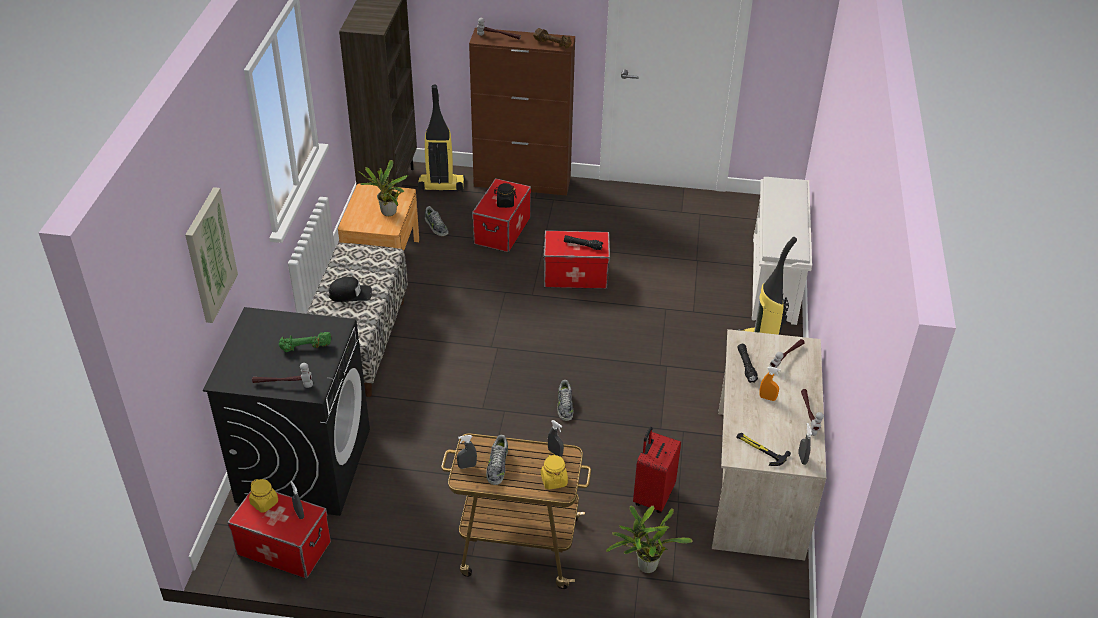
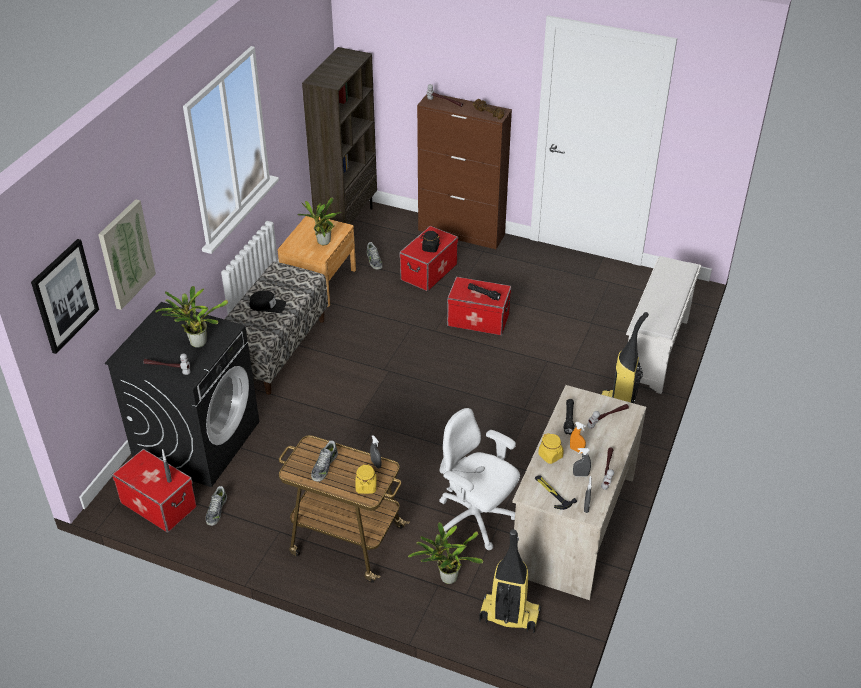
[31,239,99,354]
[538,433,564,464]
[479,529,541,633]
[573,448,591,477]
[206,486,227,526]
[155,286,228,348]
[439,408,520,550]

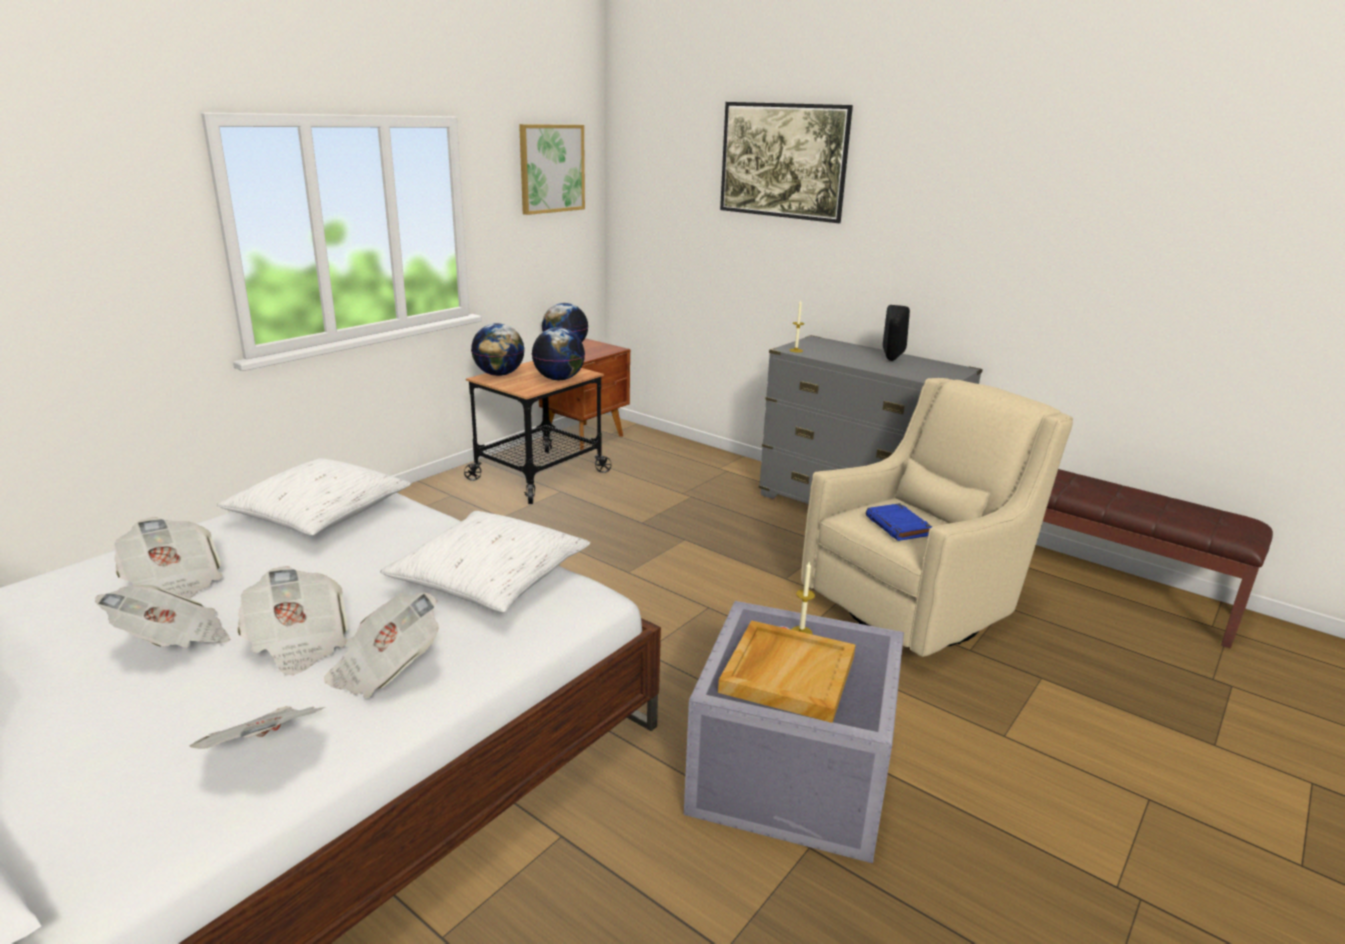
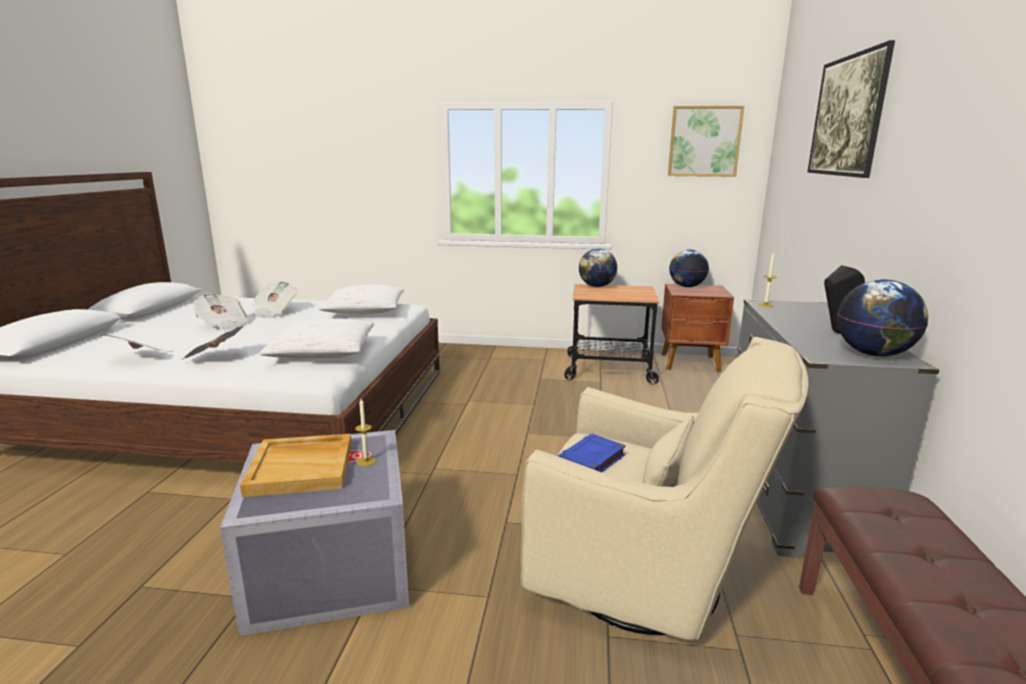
[237,566,348,675] (first image)
[837,279,928,357]

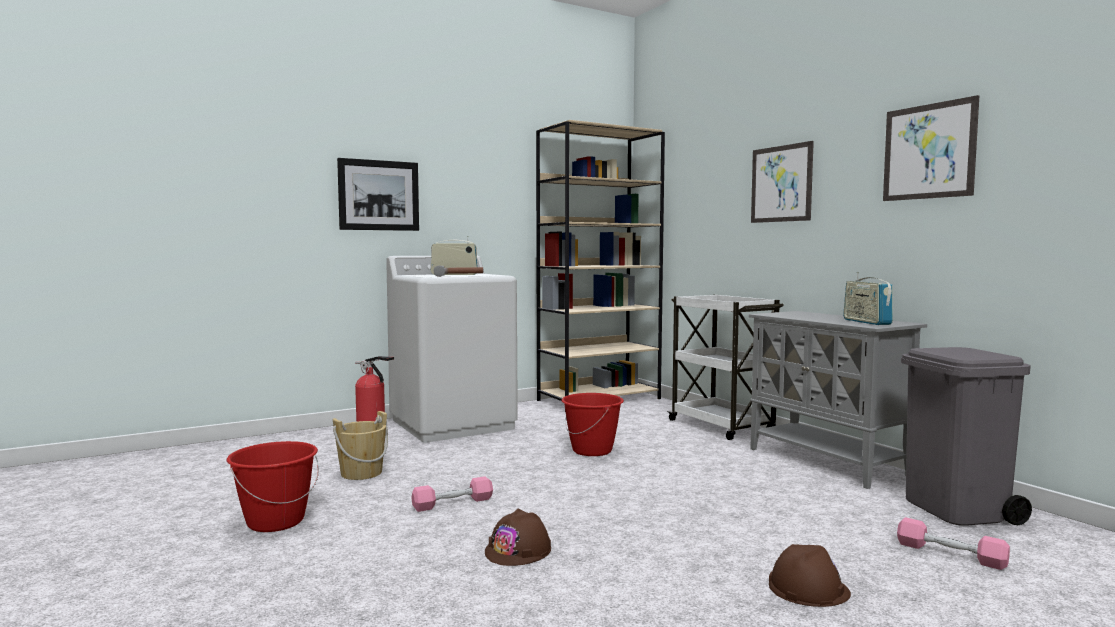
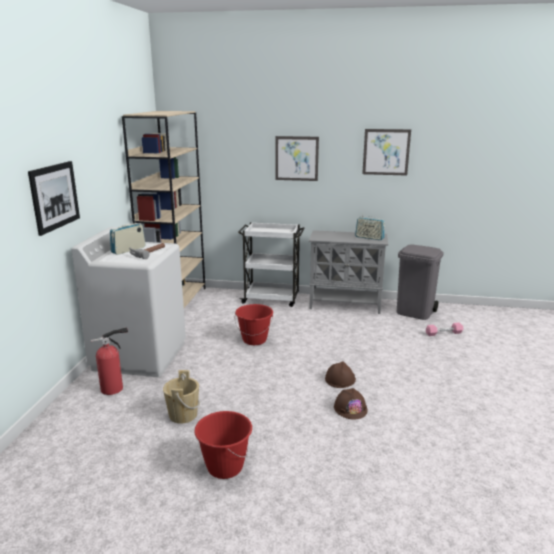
[411,476,493,512] (first image)
[325,362,356,388]

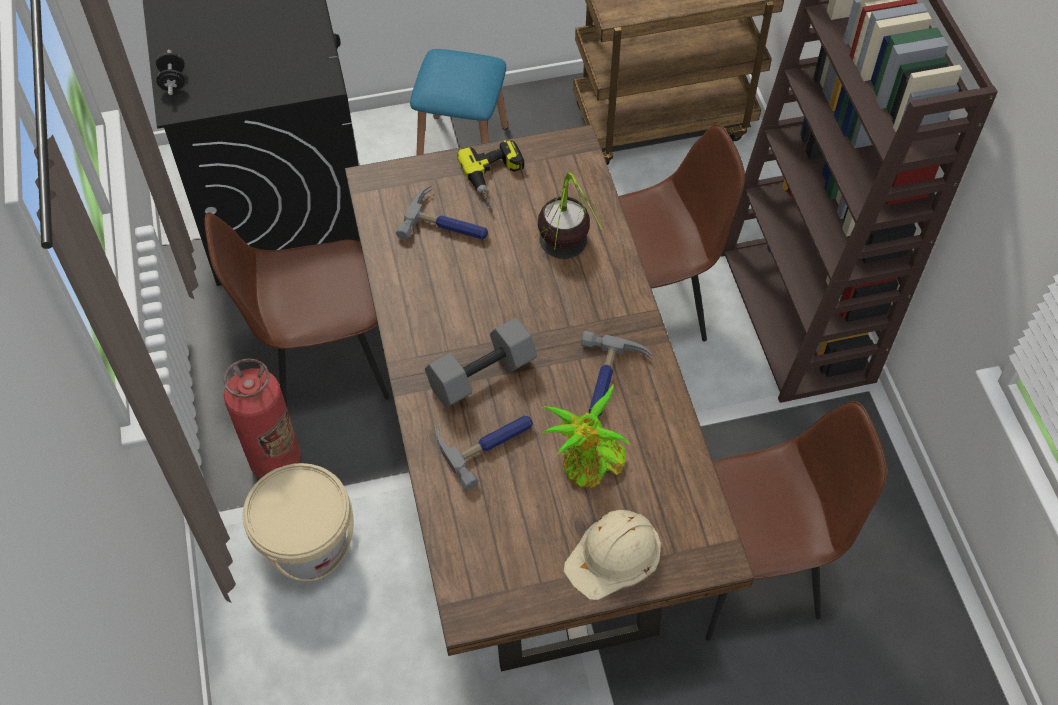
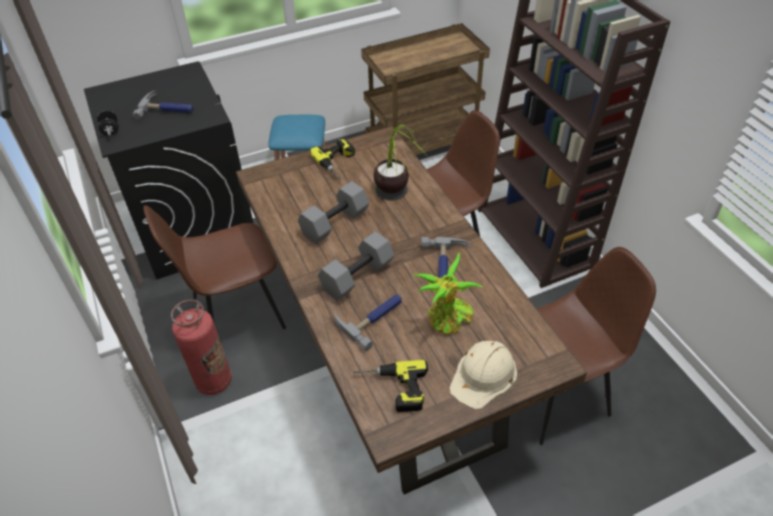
[243,463,353,581] (first image)
[298,181,369,244]
[353,360,428,412]
[133,90,193,120]

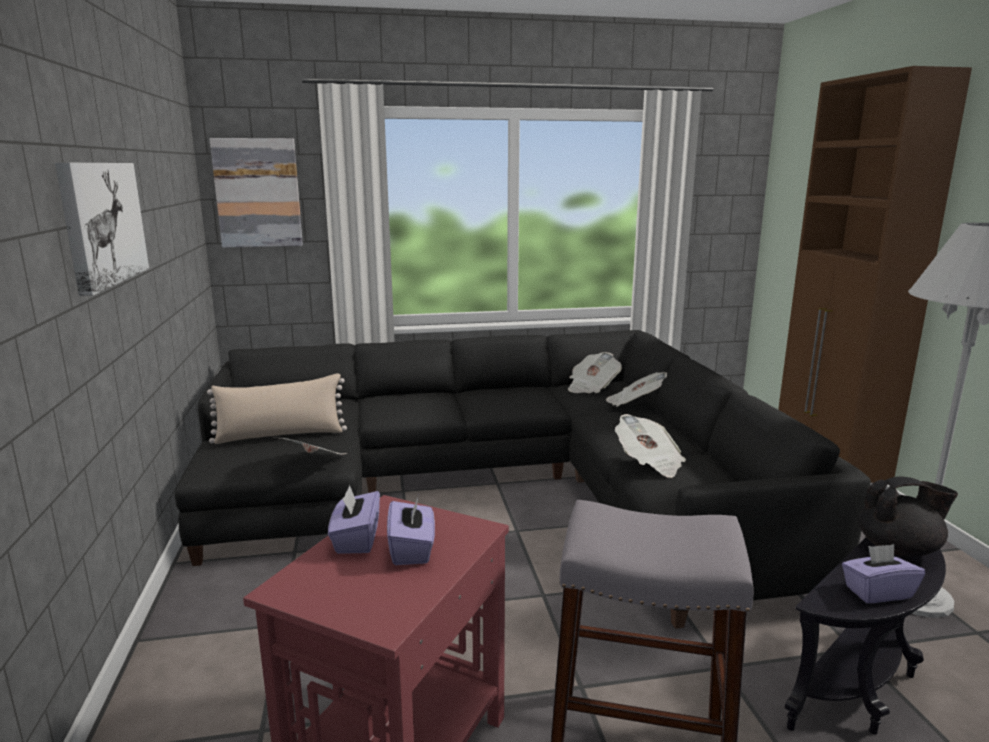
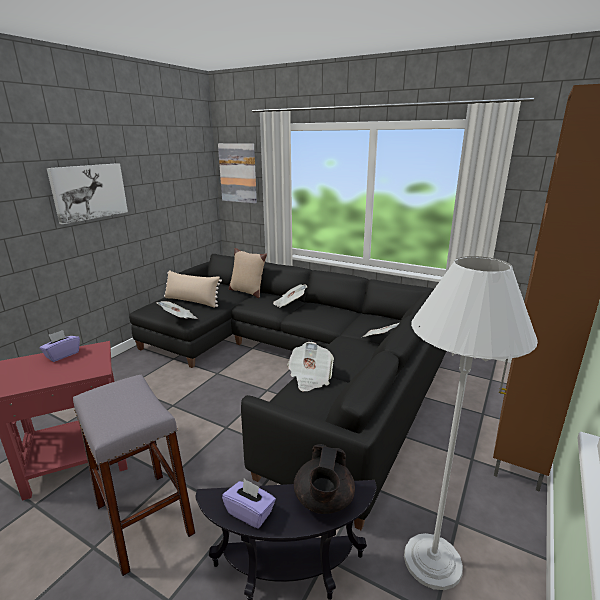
[387,495,435,565] (first image)
[229,248,267,298]
[273,284,307,308]
[294,444,355,514]

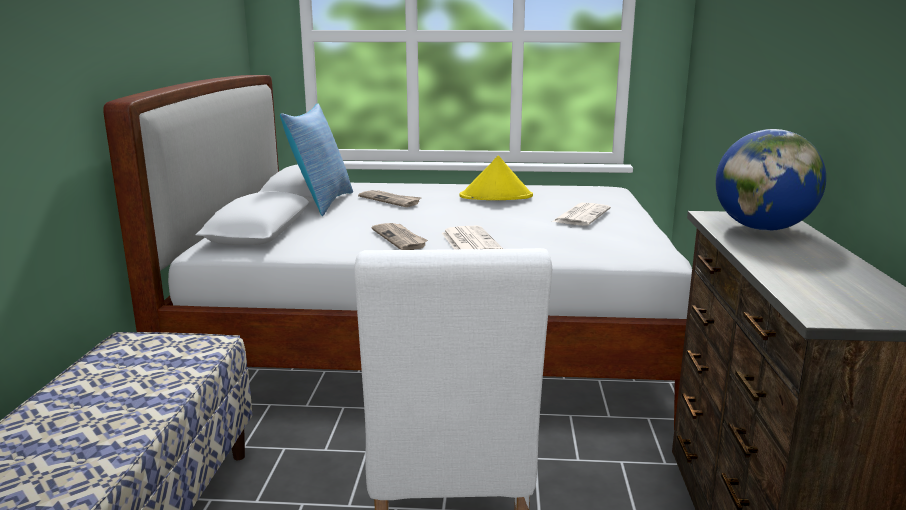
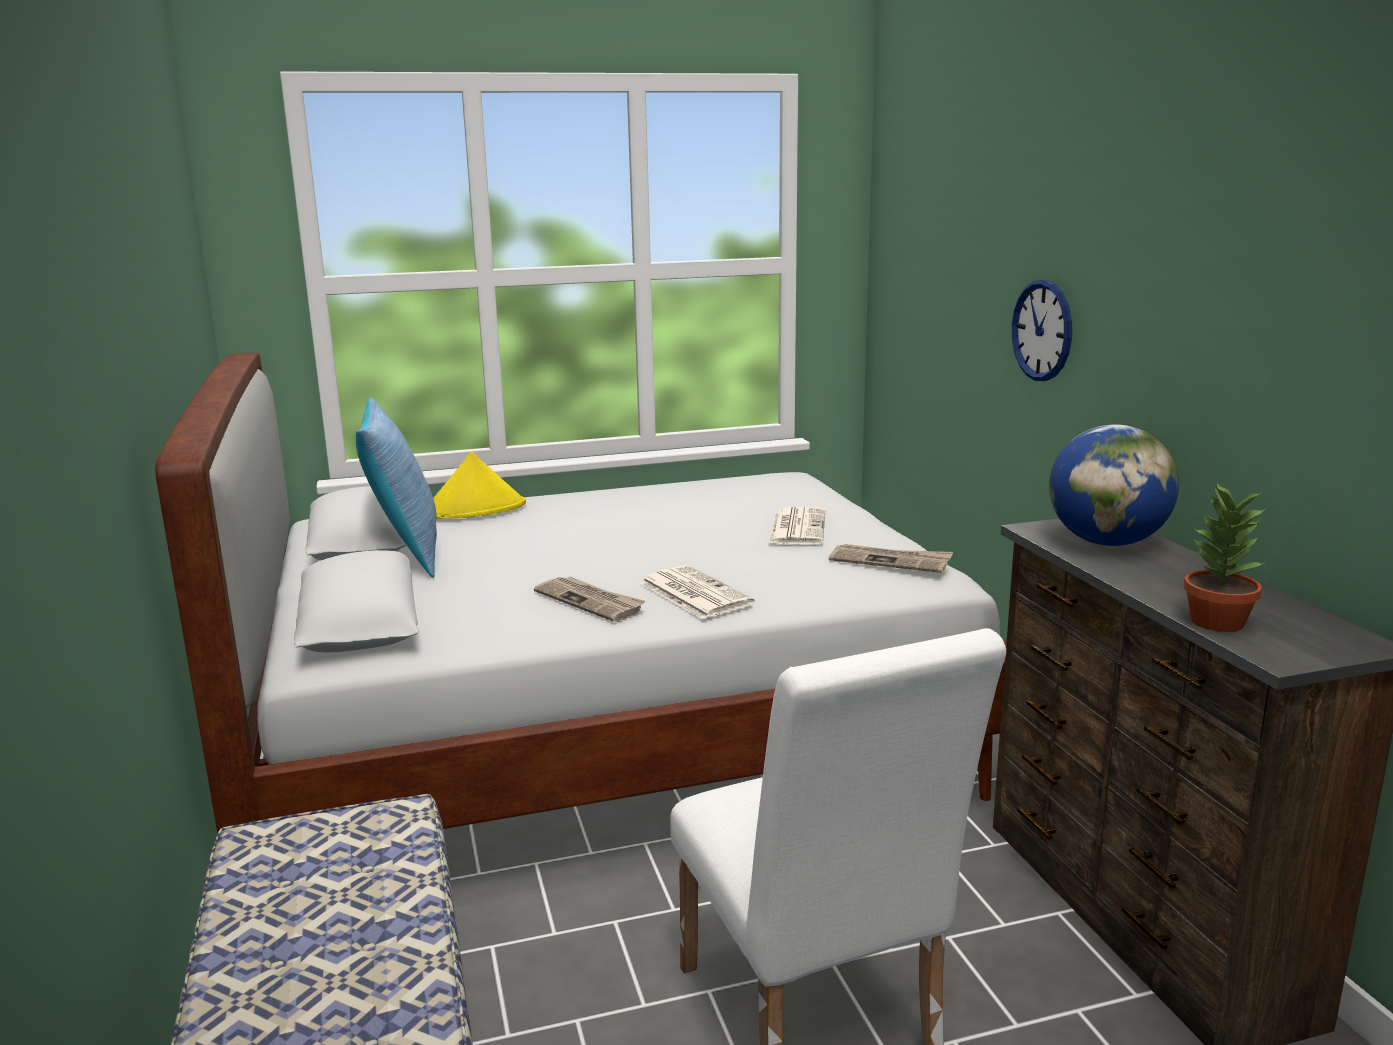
[1012,280,1072,381]
[1184,483,1265,632]
[829,544,953,573]
[433,452,526,519]

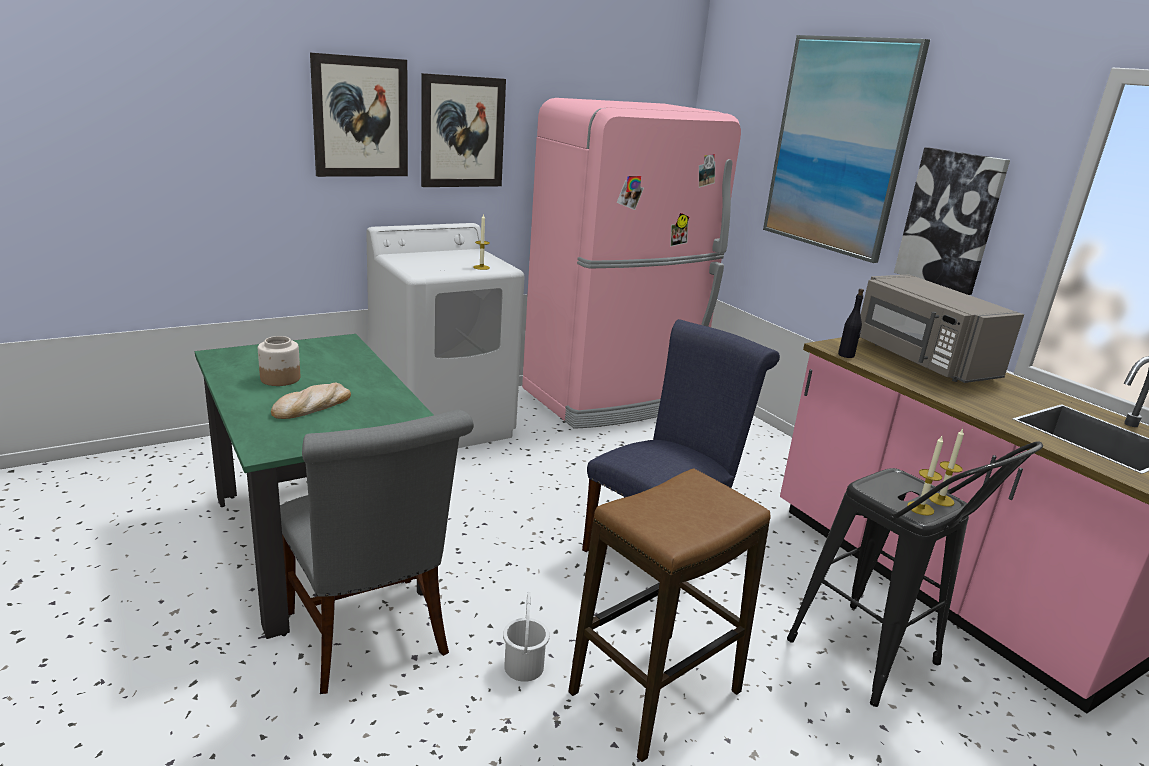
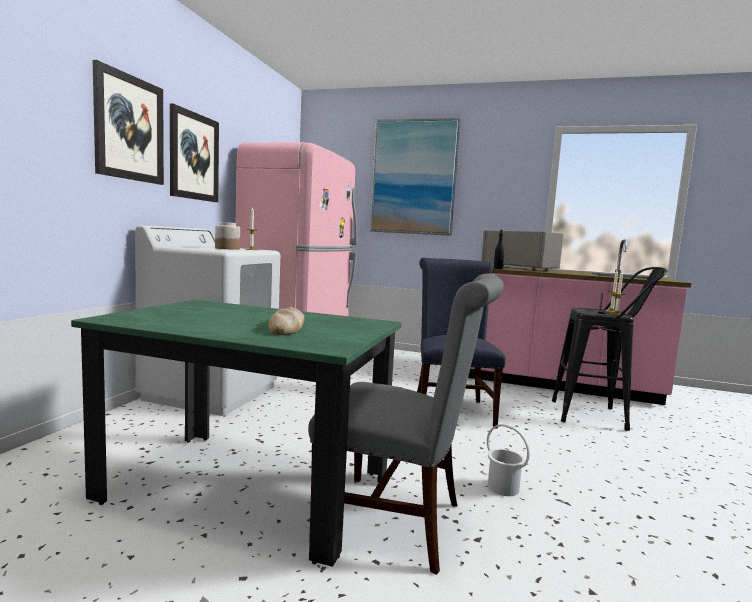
[568,468,771,762] (first image)
[894,147,1010,295] (first image)
[215,222,240,250]
[481,230,563,271]

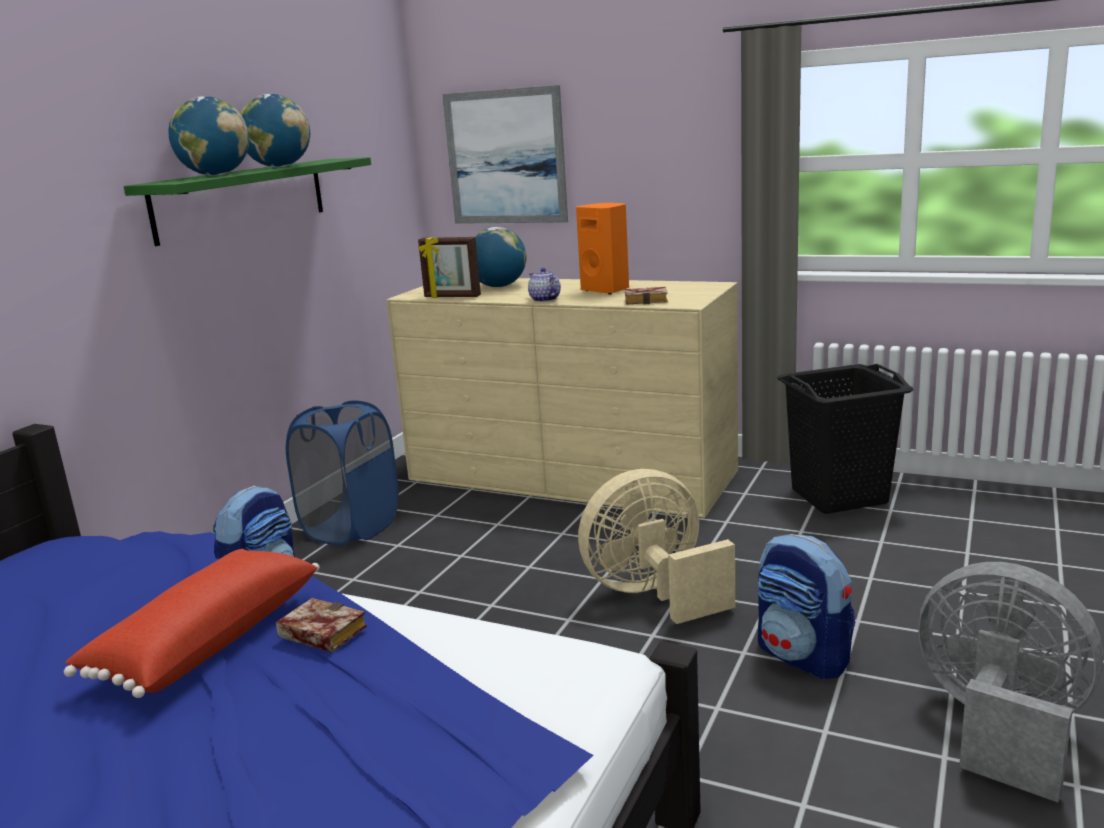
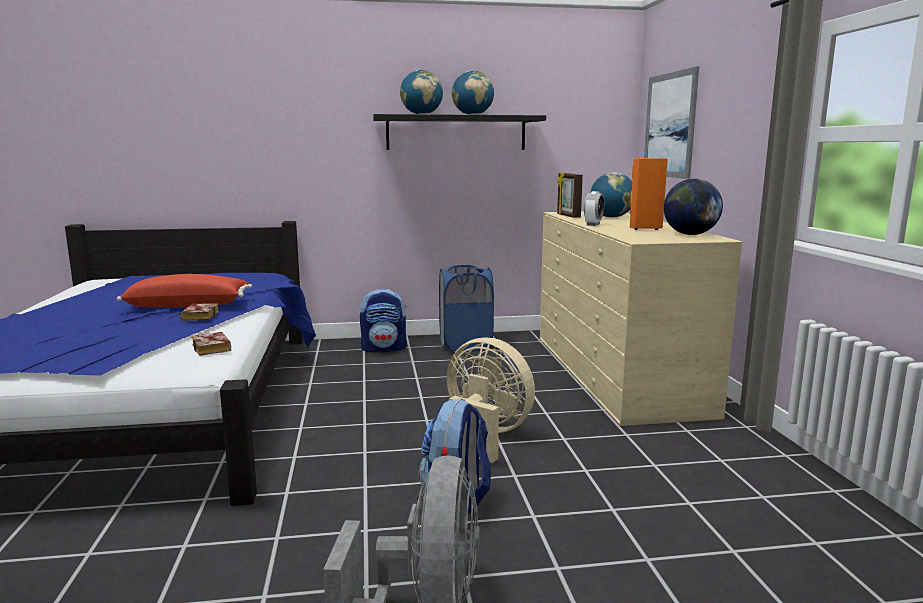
[777,364,913,514] (first image)
[664,179,723,235]
[192,332,231,356]
[584,191,604,226]
[373,114,546,150]

